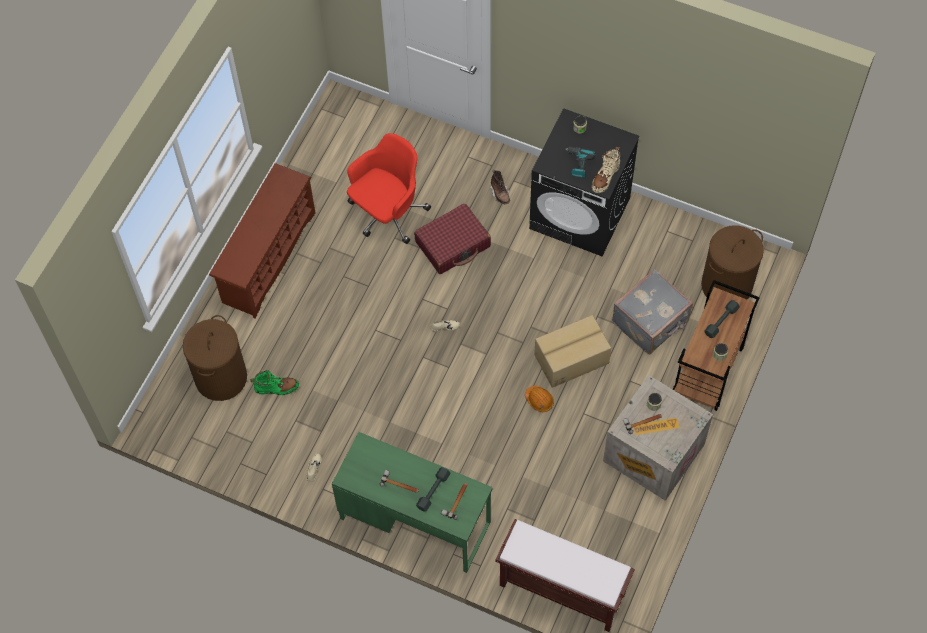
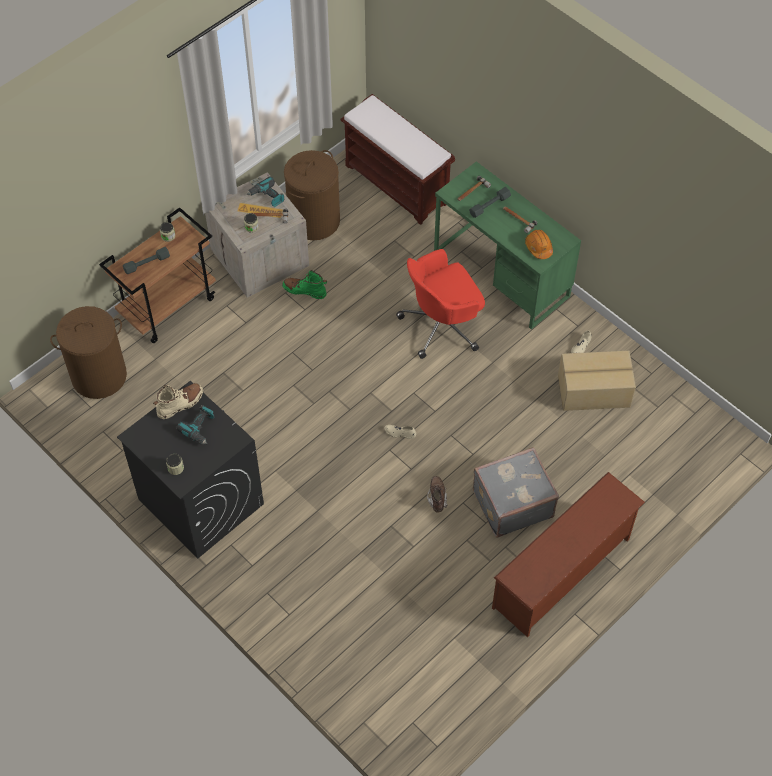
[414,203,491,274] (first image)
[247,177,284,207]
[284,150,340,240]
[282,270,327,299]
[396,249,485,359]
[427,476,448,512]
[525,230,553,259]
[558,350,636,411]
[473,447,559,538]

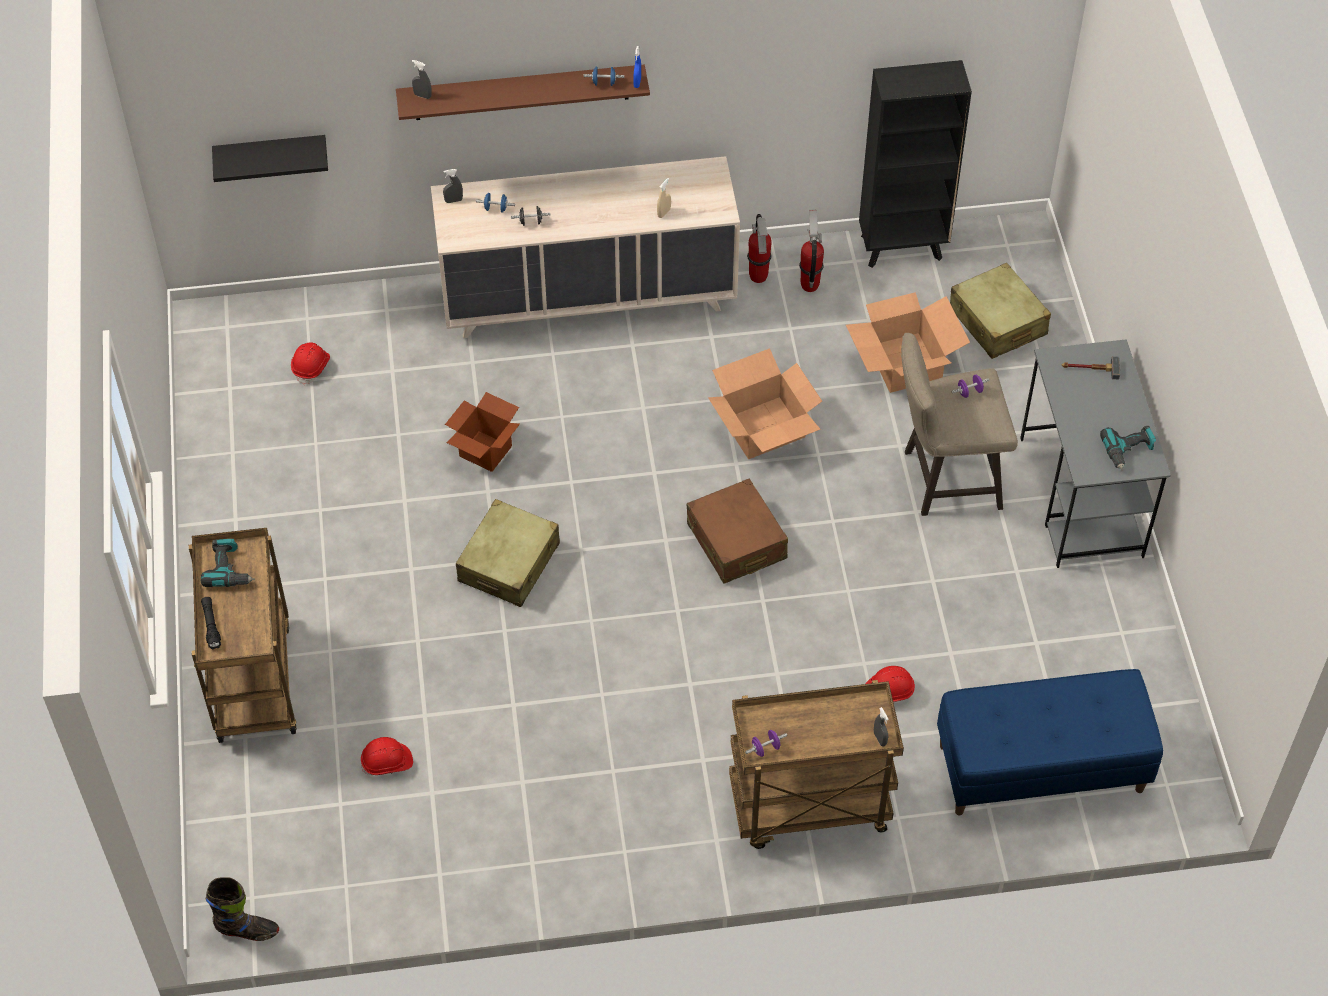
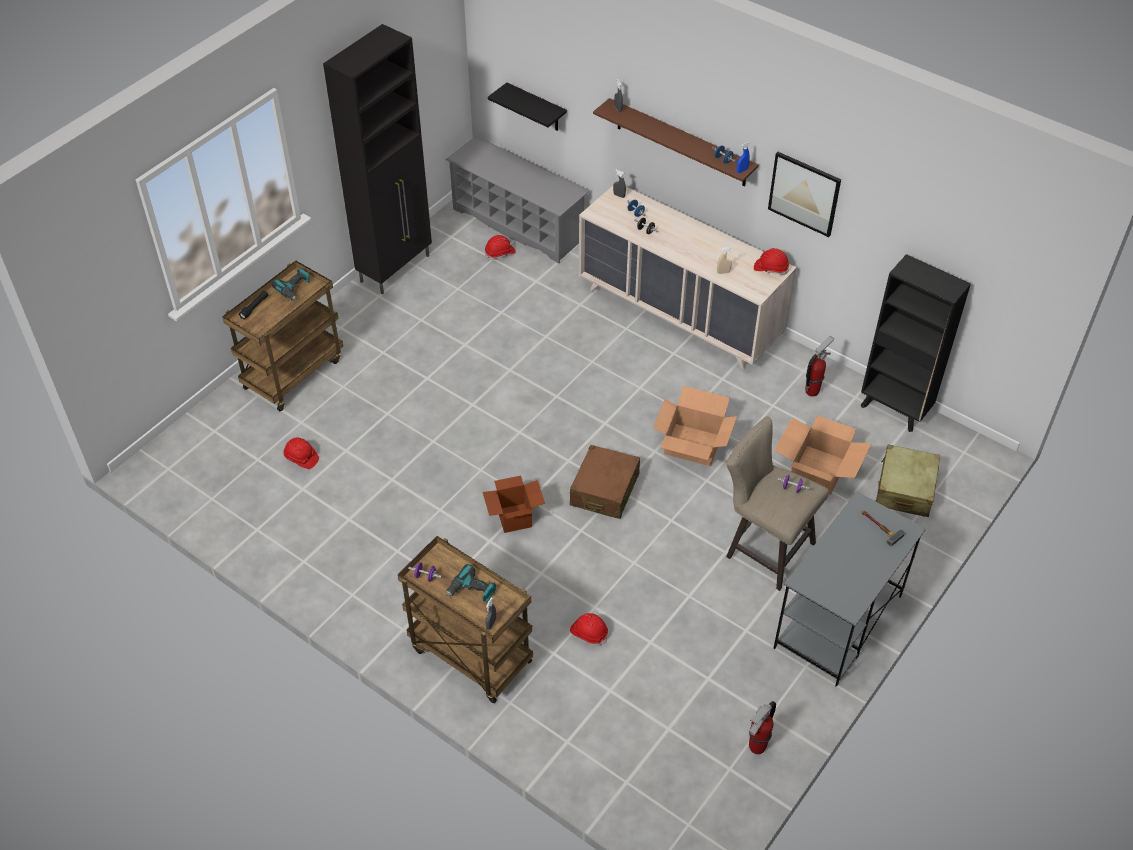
[206,877,279,941] (first image)
[456,499,560,607] (first image)
[937,669,1163,815] (first image)
[323,24,432,295]
[446,136,590,264]
[754,248,789,275]
[768,152,841,237]
[483,476,545,533]
[749,701,776,754]
[446,564,496,602]

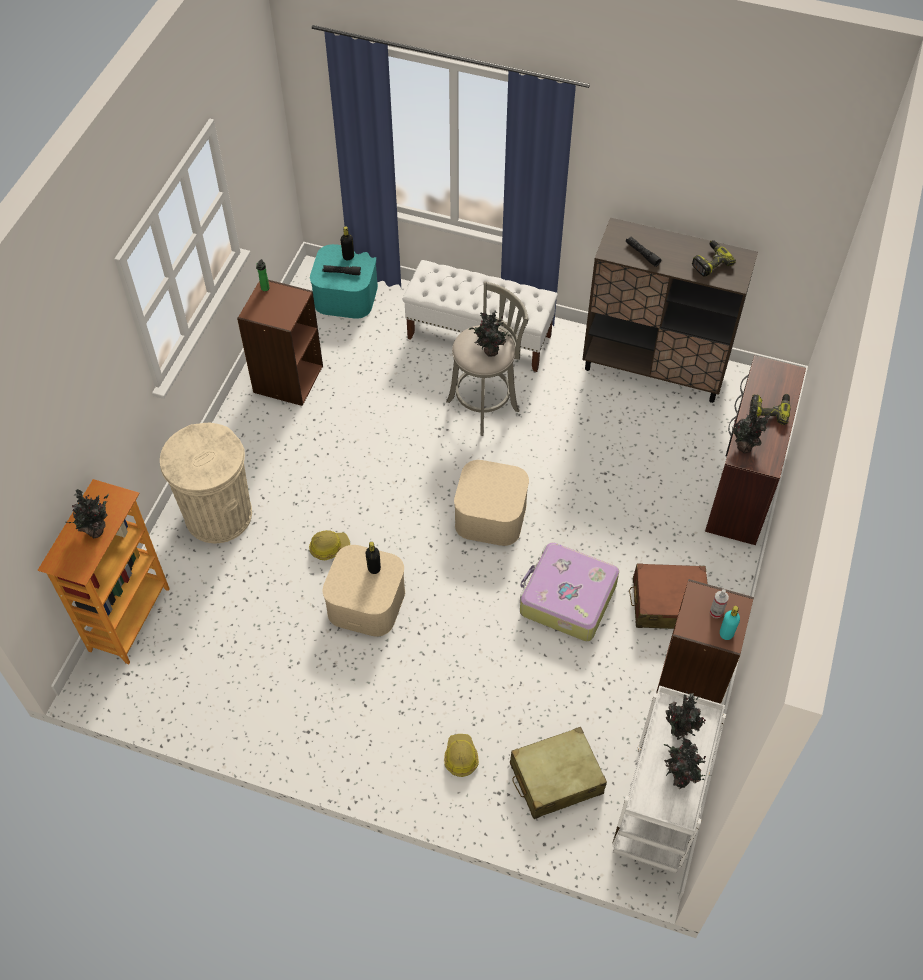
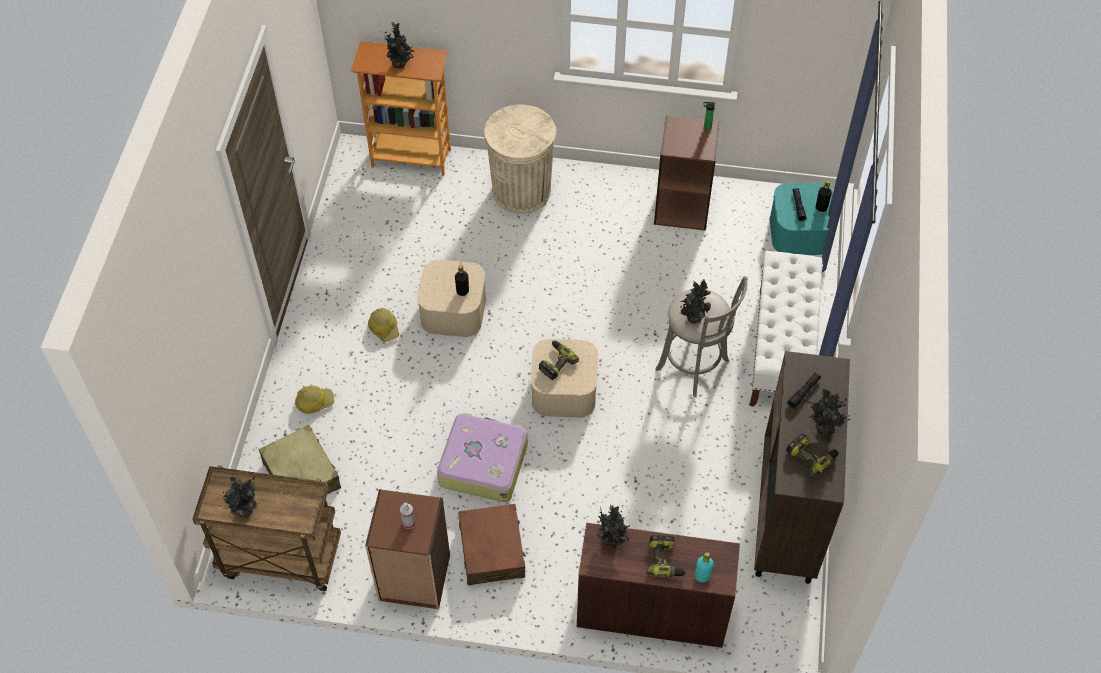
[539,341,579,380]
[368,308,399,342]
[806,389,850,435]
[695,552,714,582]
[193,465,341,591]

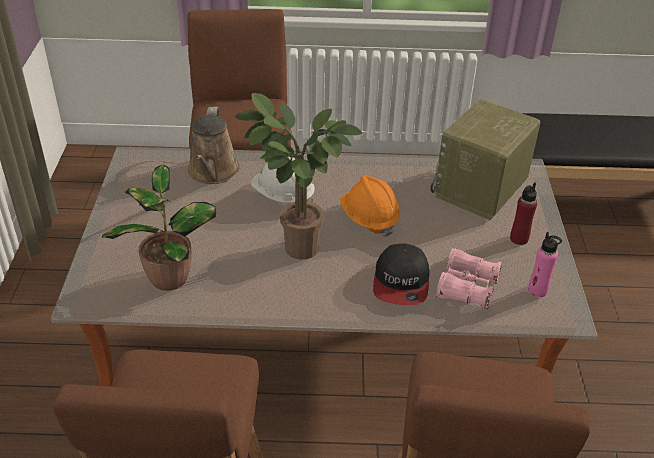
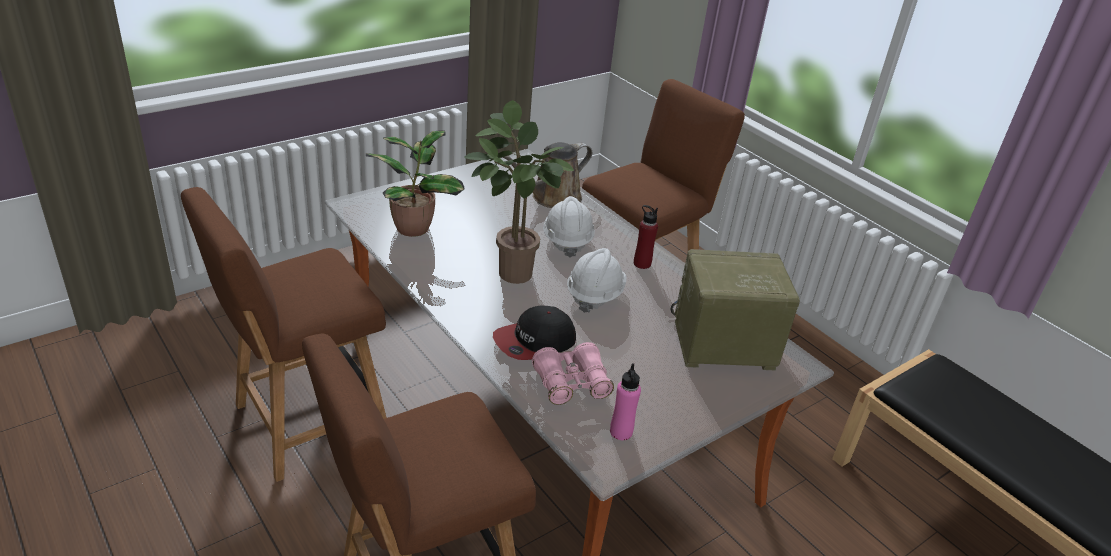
[634,205,658,269]
[567,248,626,313]

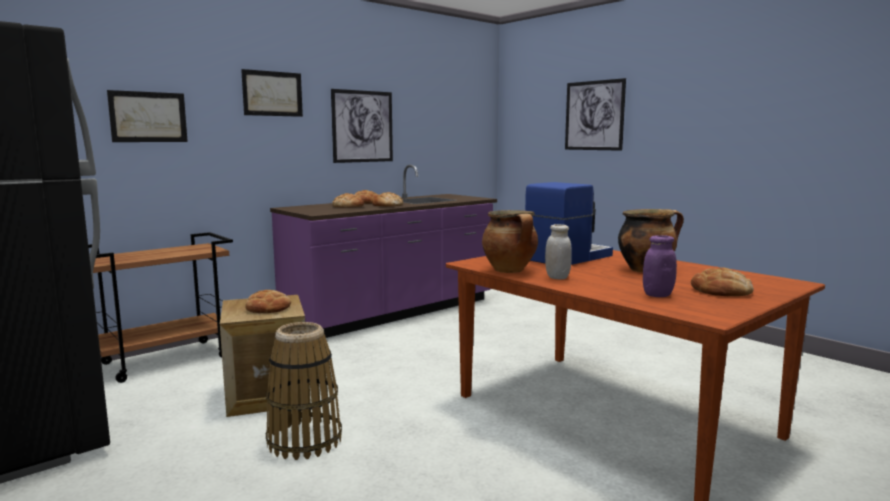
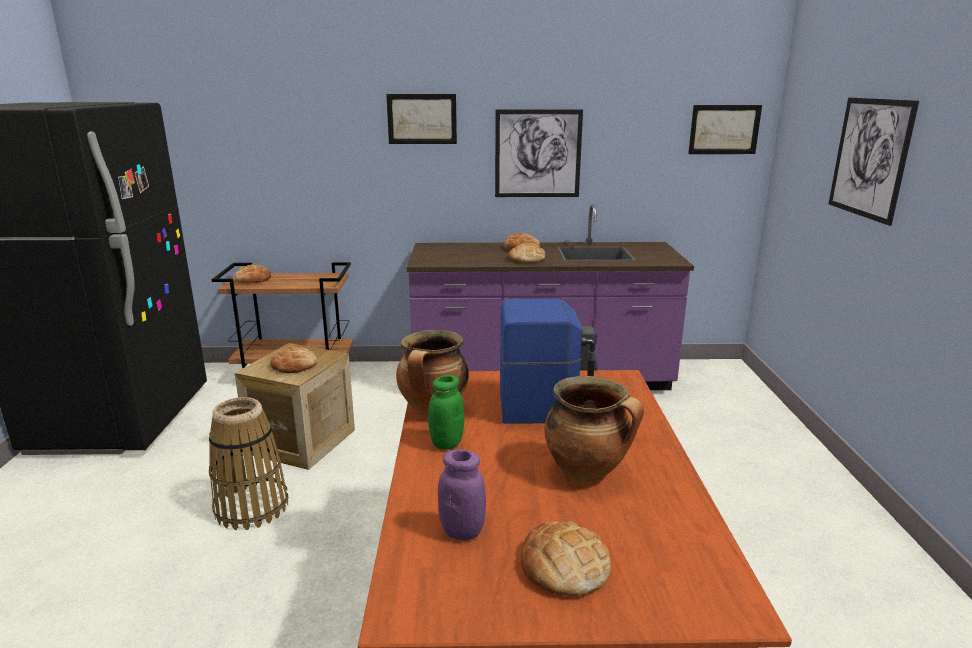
[688,105,762,154]
[234,265,271,284]
[428,375,464,450]

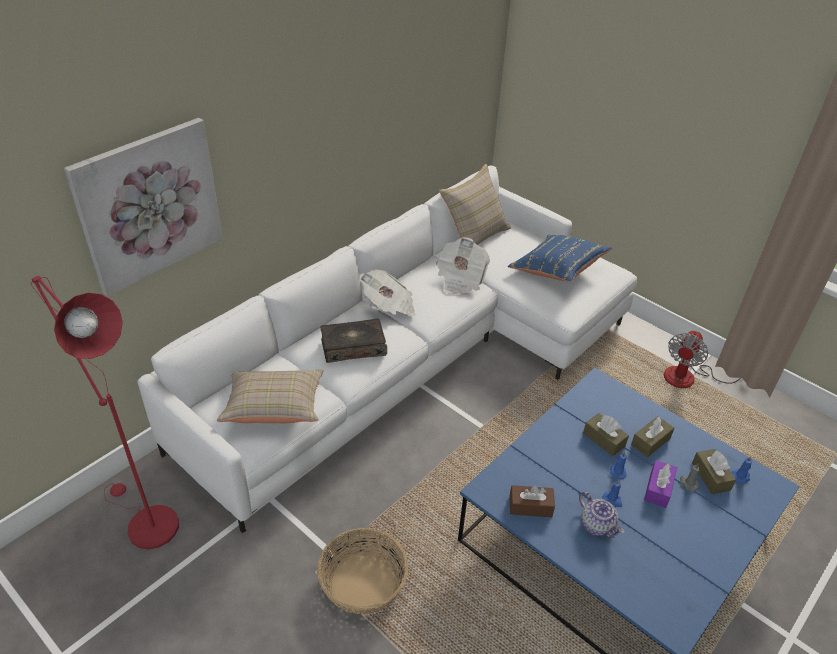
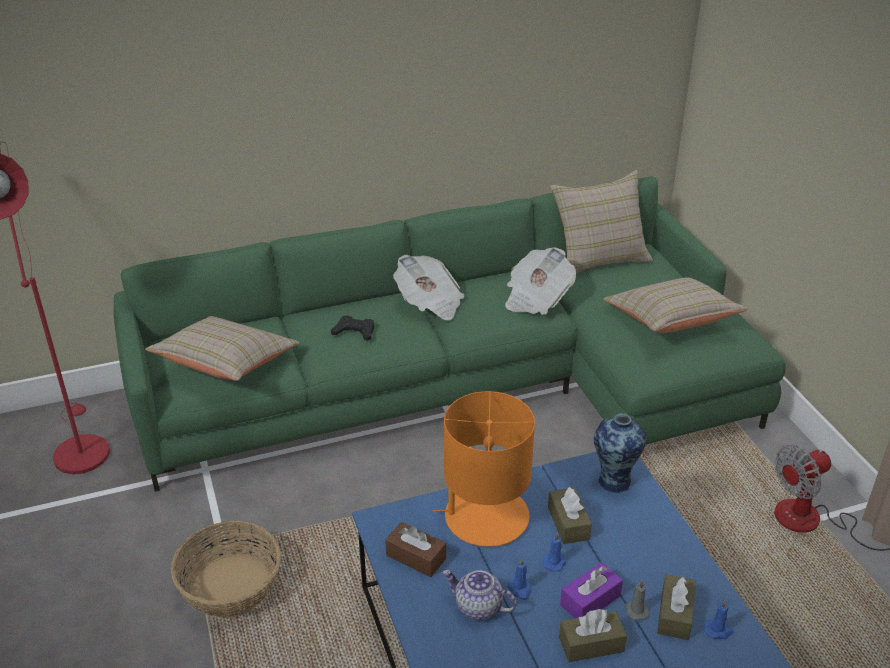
[64,118,223,296] (first image)
[433,391,535,547]
[594,414,647,494]
[559,609,627,662]
[331,315,374,341]
[113,176,786,492]
[603,277,748,333]
[443,570,517,620]

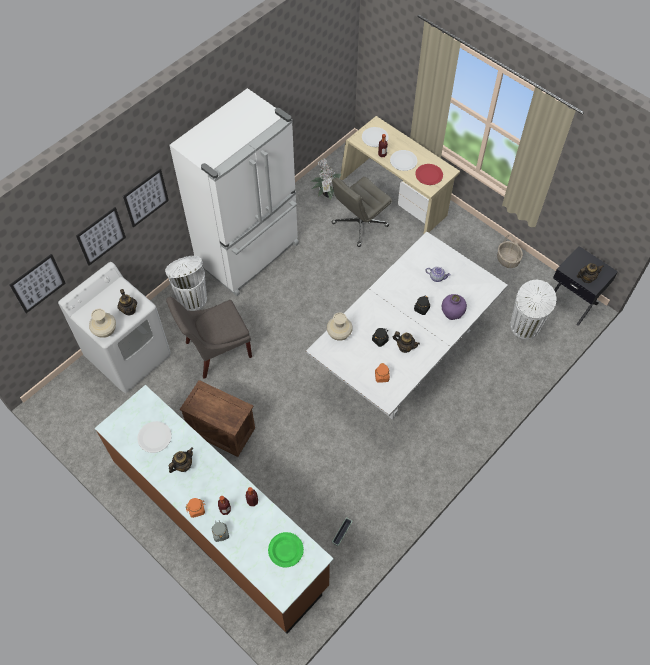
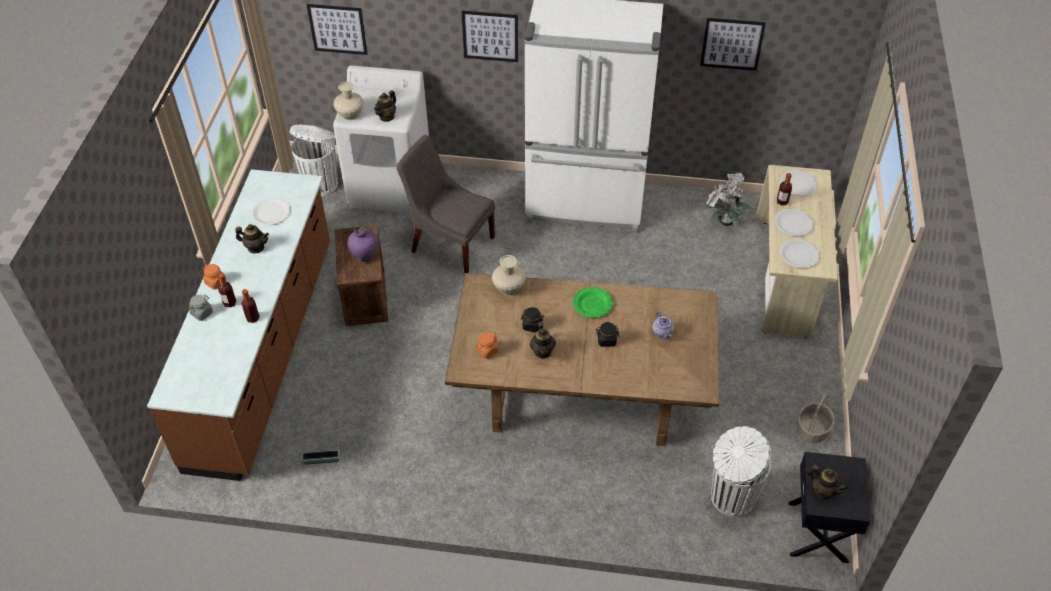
[331,177,392,247] (first image)
[700,18,766,71]
[290,125,338,196]
[573,287,613,318]
[347,226,378,262]
[445,273,719,446]
[780,239,820,268]

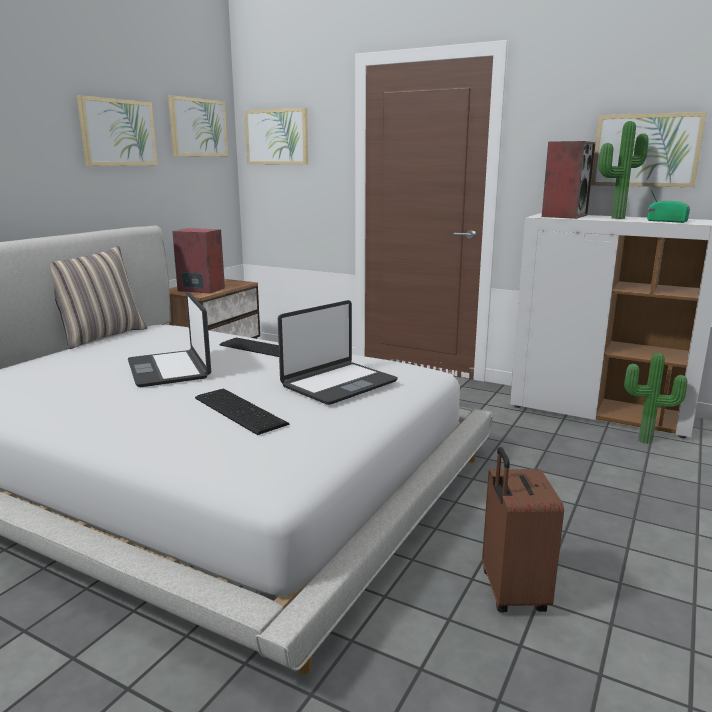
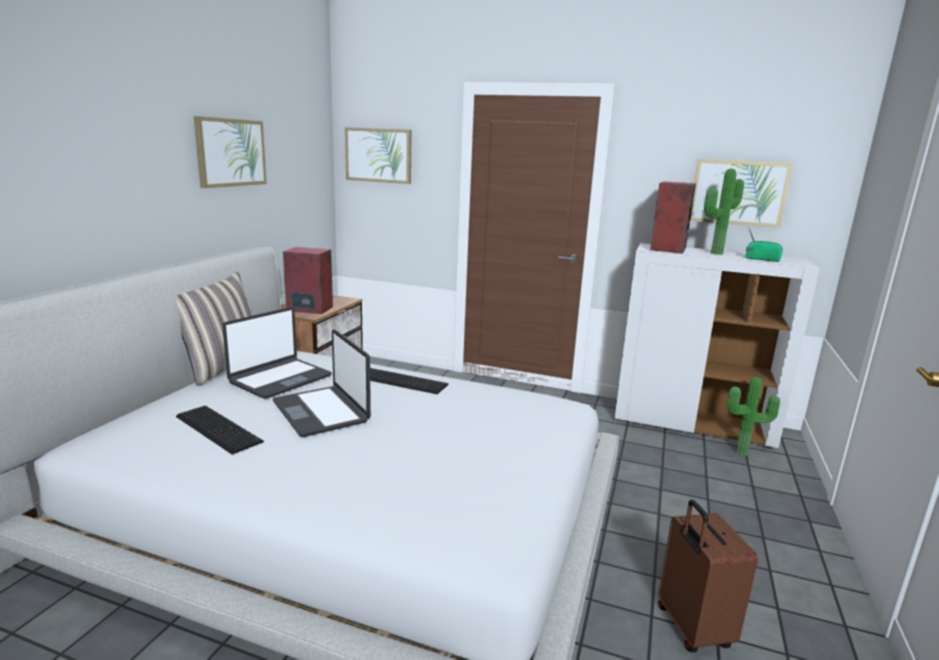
[168,95,228,156] (first image)
[176,406,264,454]
[222,307,332,399]

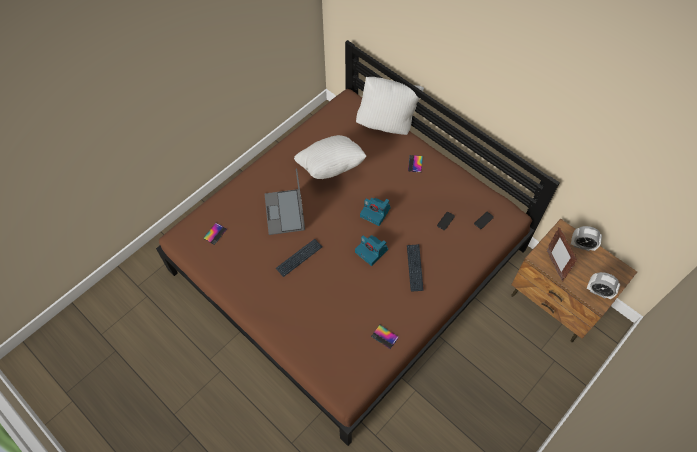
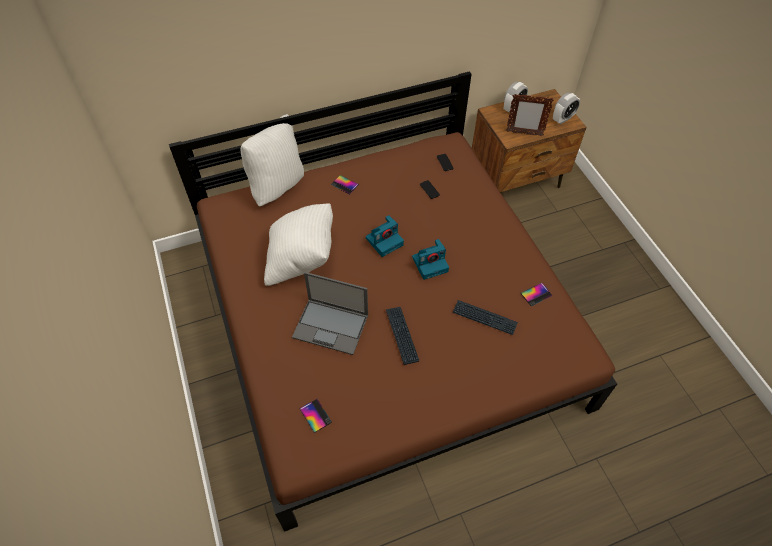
[452,300,518,335]

